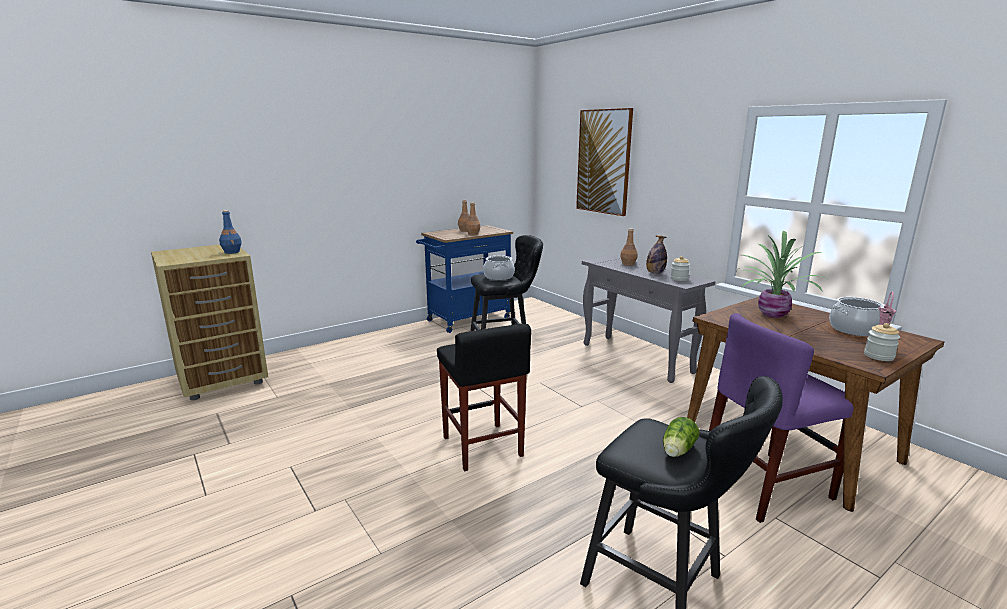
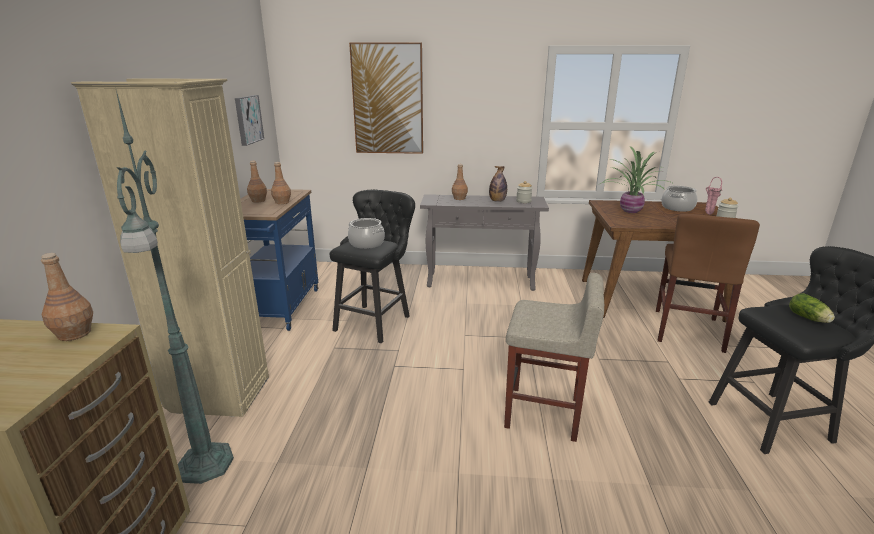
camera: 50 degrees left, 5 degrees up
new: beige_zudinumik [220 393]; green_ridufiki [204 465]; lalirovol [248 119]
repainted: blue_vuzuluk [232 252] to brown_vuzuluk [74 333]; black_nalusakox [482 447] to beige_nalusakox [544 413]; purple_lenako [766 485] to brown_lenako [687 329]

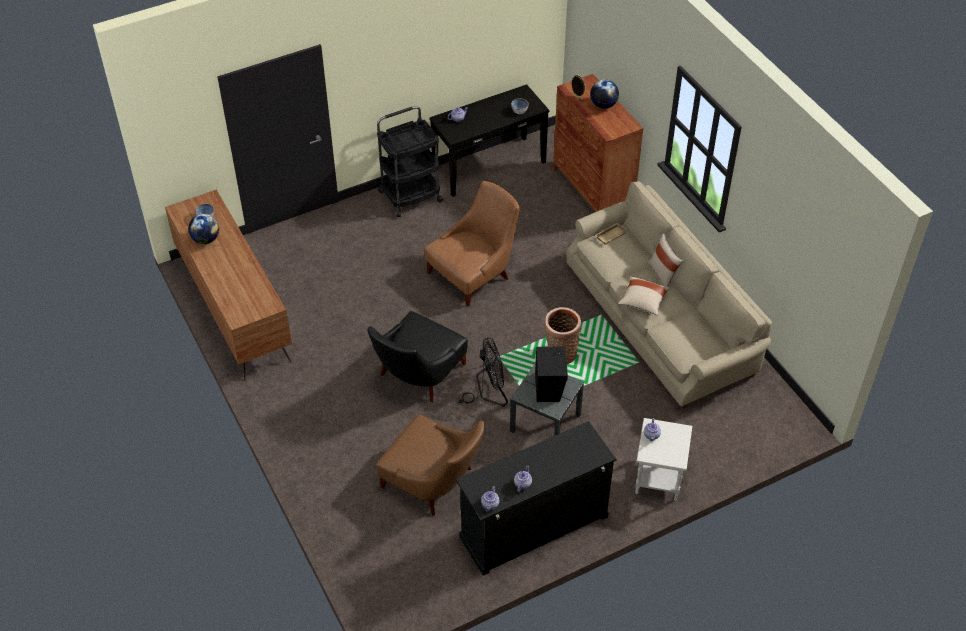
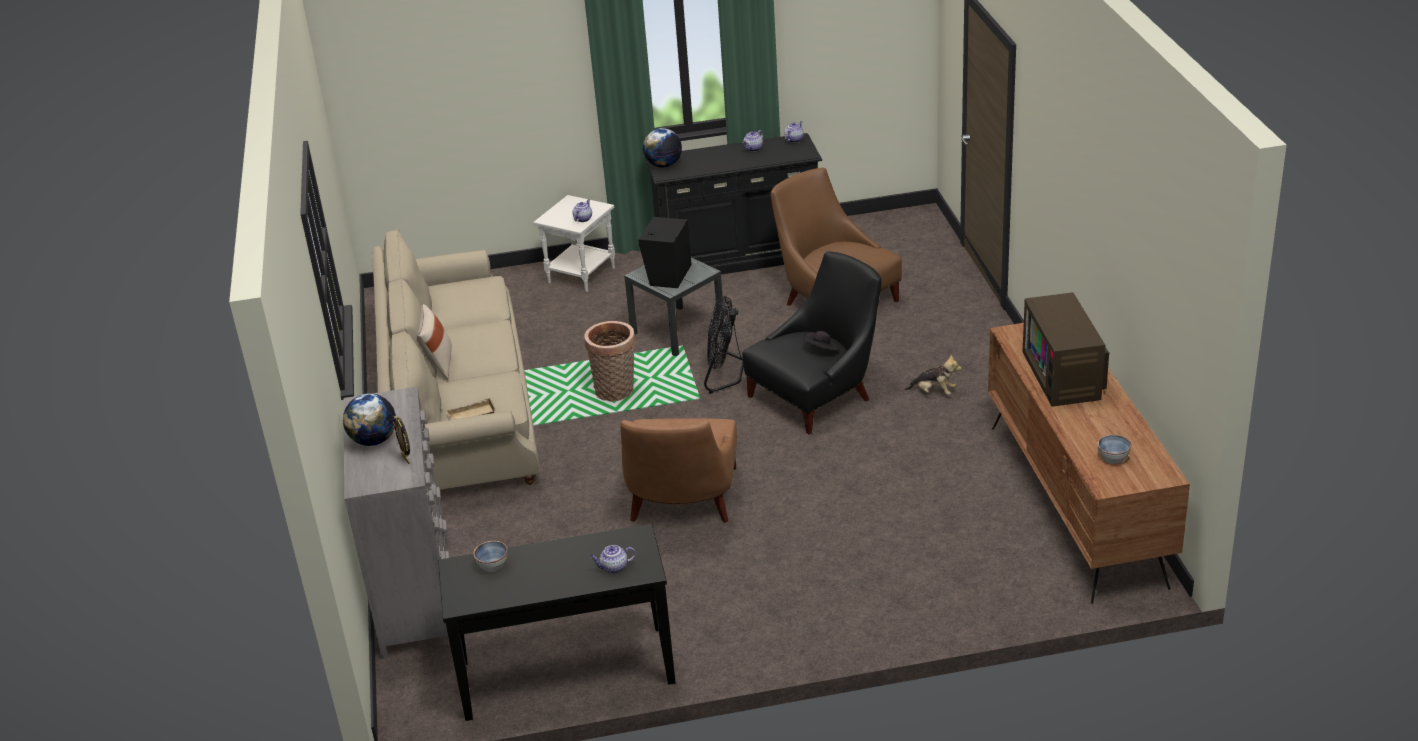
camera: 160 degrees left, 15 degrees down
gone: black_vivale [411 196]; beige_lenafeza [642 301]
new: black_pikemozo [821 350]; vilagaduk [934 392]; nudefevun [1064 375]
shifted: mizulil [206 239] to [663 165]
repainted: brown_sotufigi [592 190] to grey_sotufigi [416 597]
rotated: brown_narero [474 272] = [682 502] 60 degrees counterclockwise

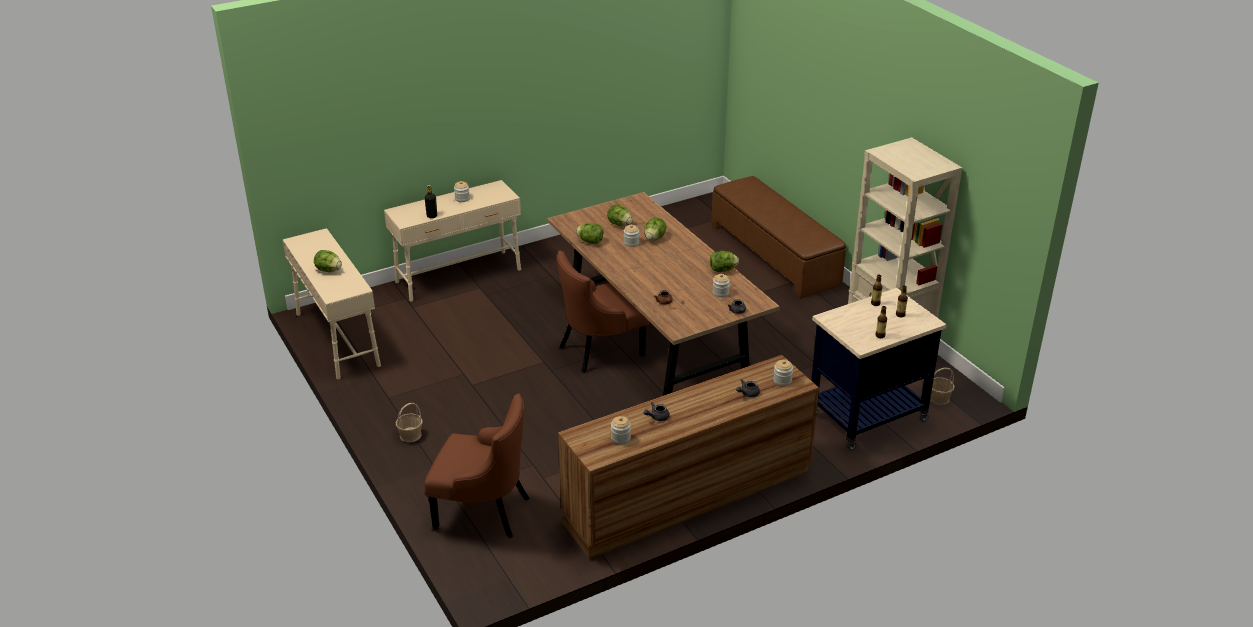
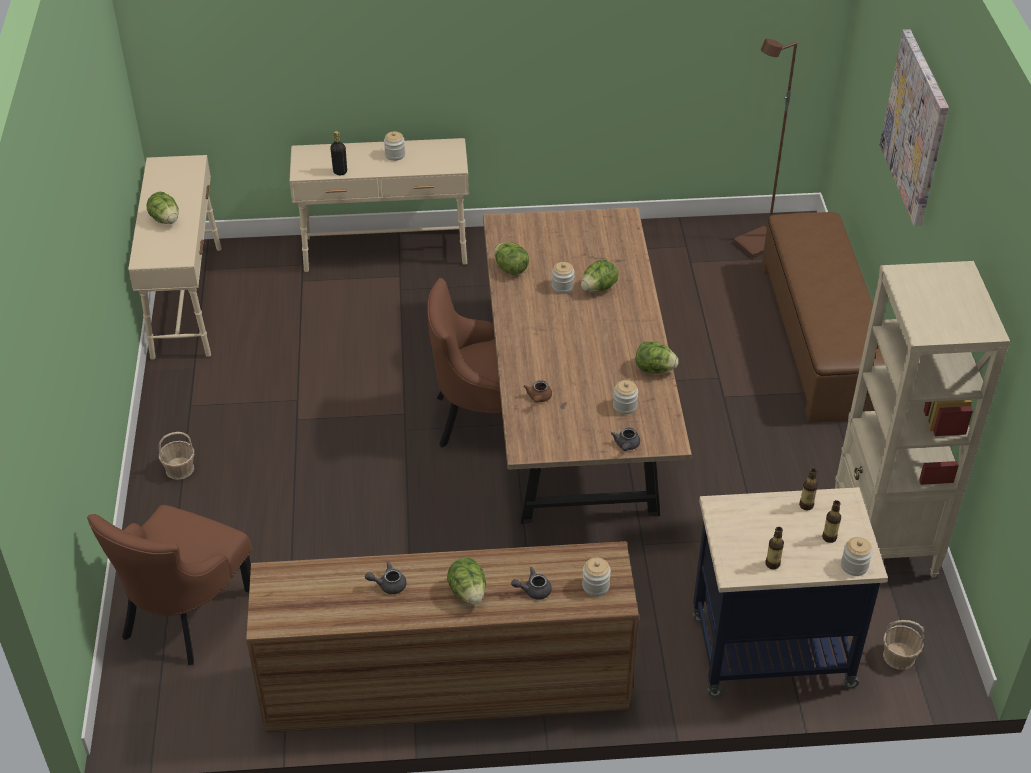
camera: 25 degrees right, 10 degrees up
new: brown_ridufiki [757 245]; lalirovol [916 127]
shifted: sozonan [619 224] to [468 592]; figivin [620 438] to [854 565]
rotated: brown_lenako [481 511] = [187 611] 75 degrees clockwise

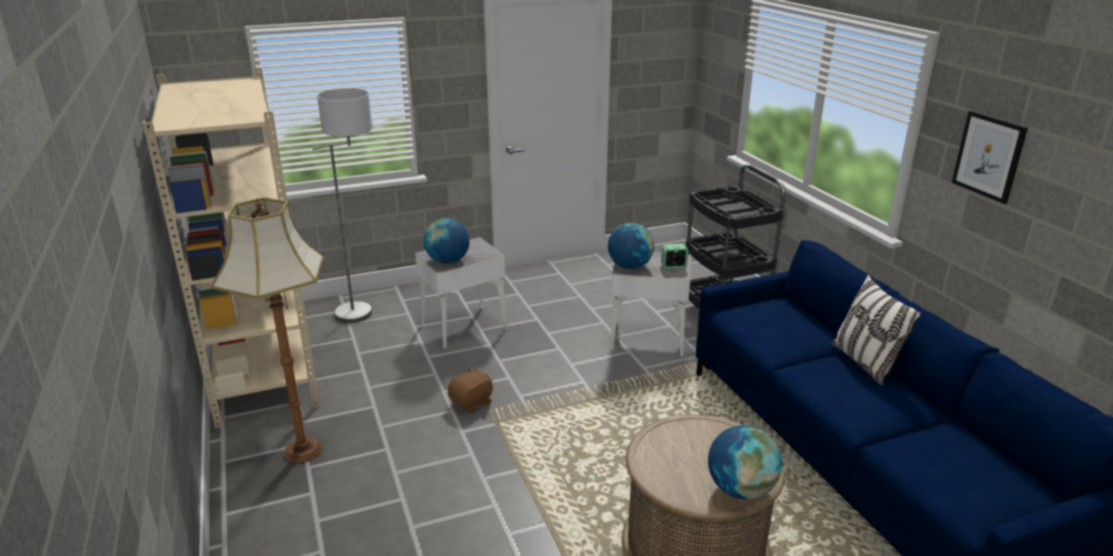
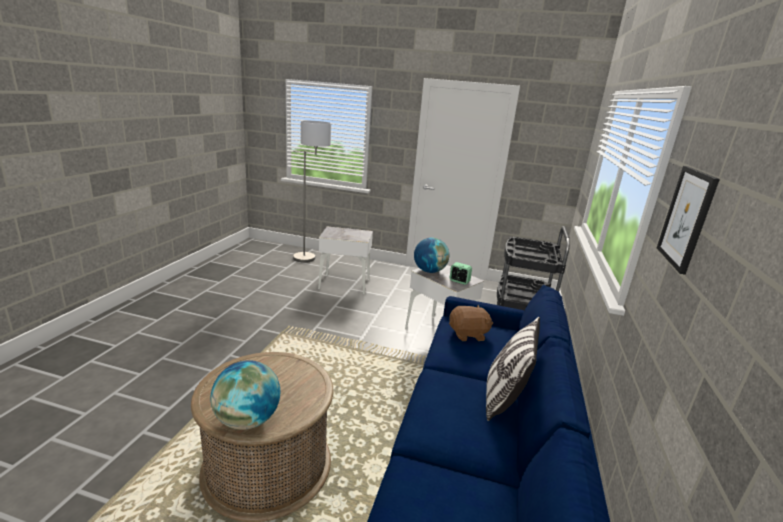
camera: 35 degrees right, 5 degrees down
gone: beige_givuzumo [263 367]; ridufiki [301 451]; mizulil [447 261]
shifted: brown_vilagaduk [472 402] to [468 334]

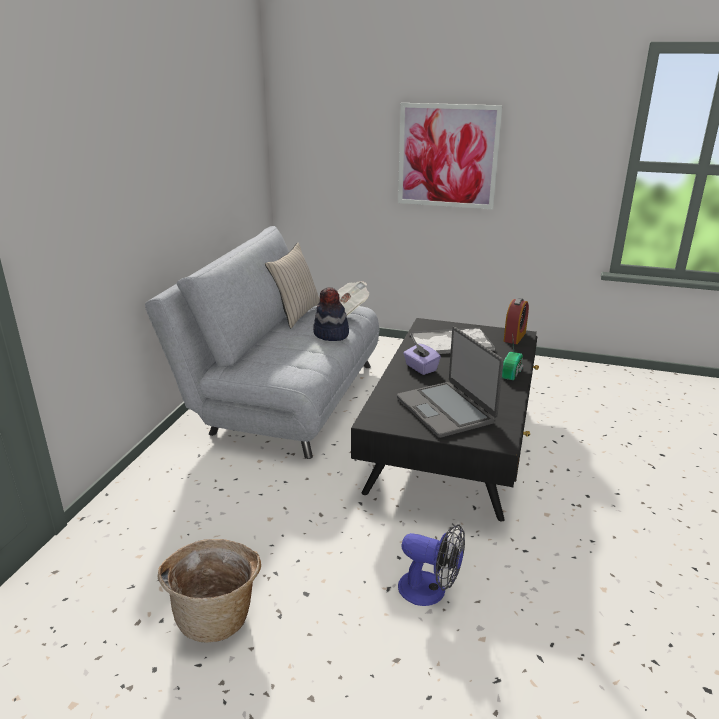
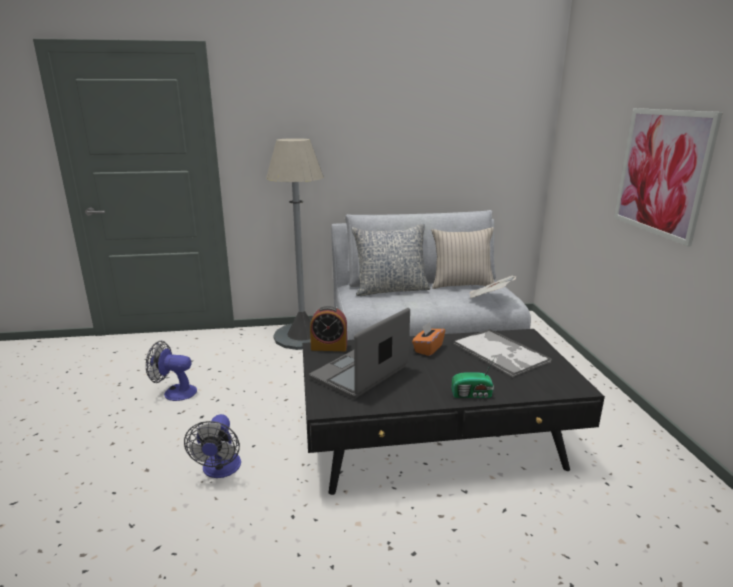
camera: 65 degrees right, 5 degrees down
gone: pikemozo [331 334]
new: grey_ridufiki [302 336]; lenafeza [390 290]
shifted: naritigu [514 337] to [329 347]
swapped: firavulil [217 615] to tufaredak [174 392]
repainted: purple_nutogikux [420 368] to orange_nutogikux [428 349]

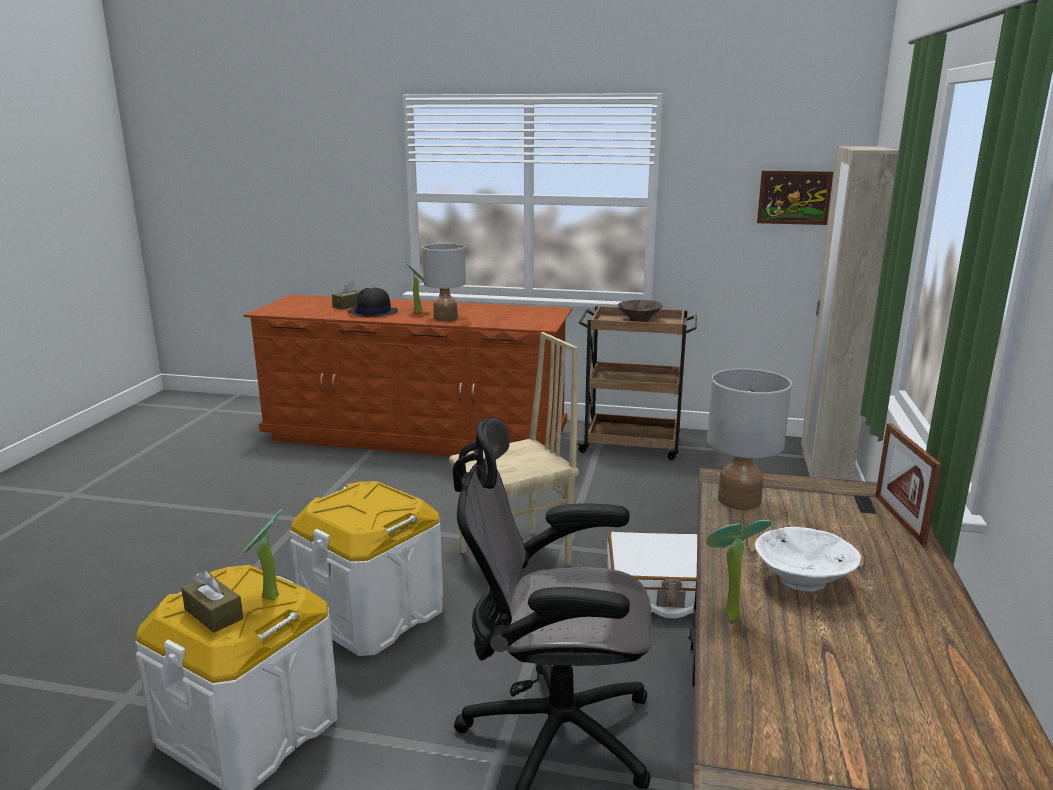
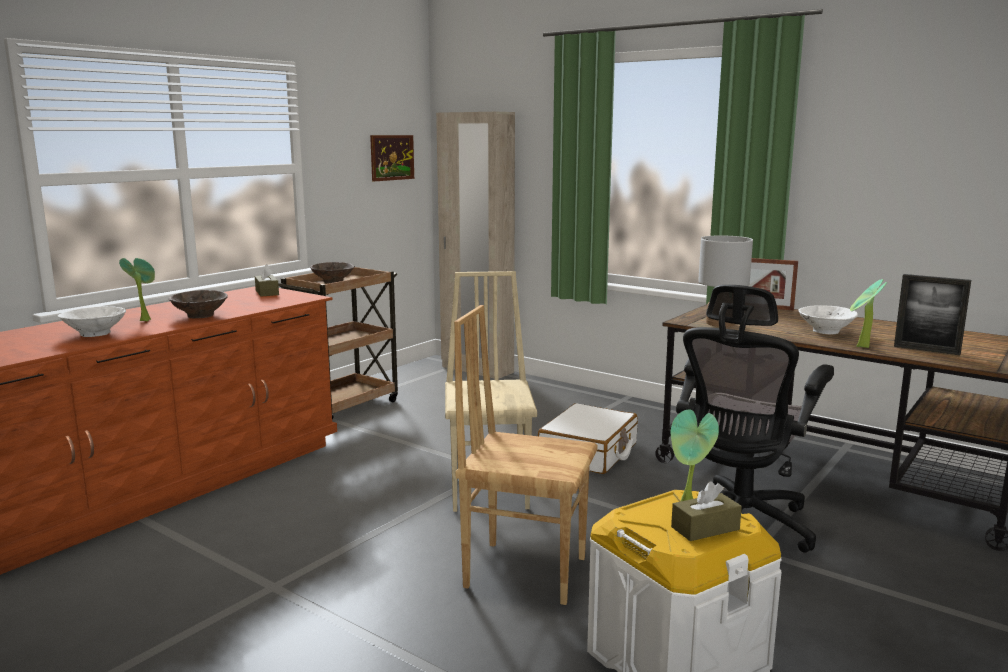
camera: 65 degrees left, 5 degrees down
new: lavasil [926 350]
shifted: brown_nutogikux [349 305] to [267 292]
swapped: black_pikemozo [372 312] to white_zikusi [95 334]; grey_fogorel [445 318] to brown_zikusi [200 315]; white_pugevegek [373 613] to brown_lenako [525 571]

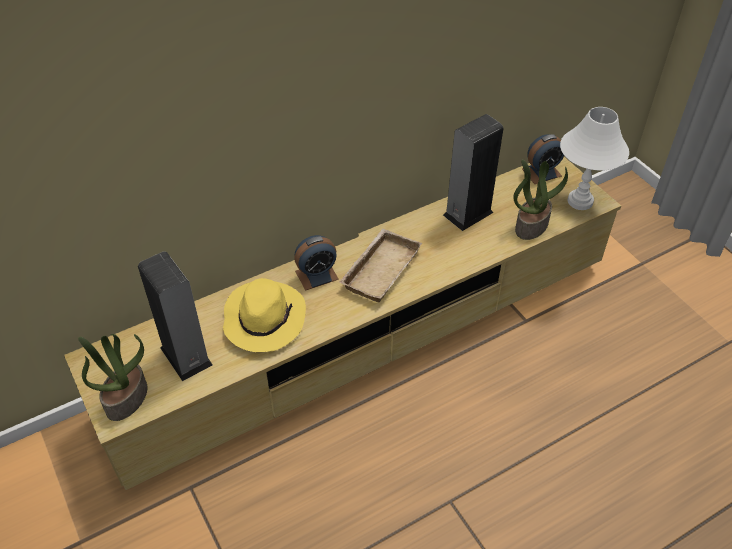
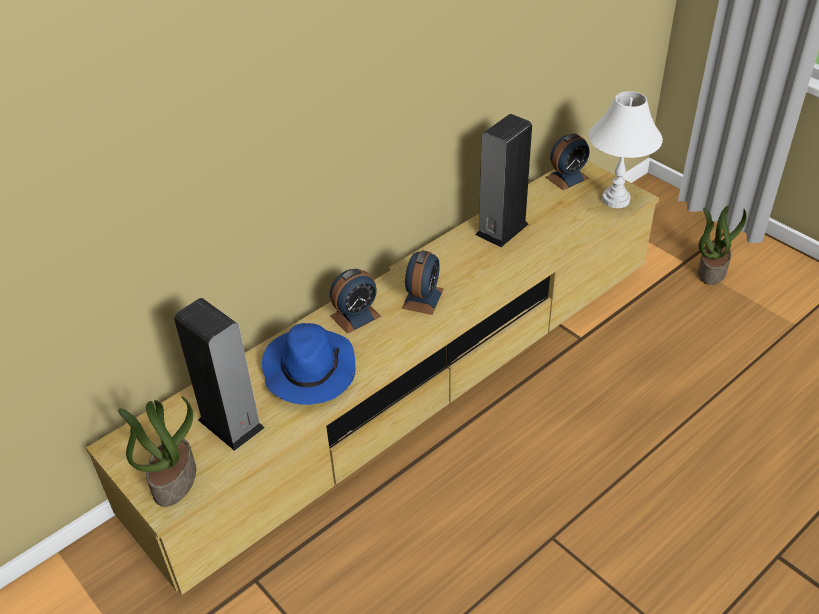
camera: 10 degrees left, 5 degrees down
shifted: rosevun [531 225] to [711 270]
swapped: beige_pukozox [379 268] to naritigu [423 298]
repainted: yellow_pikemozo [264 318] to blue_pikemozo [309 369]

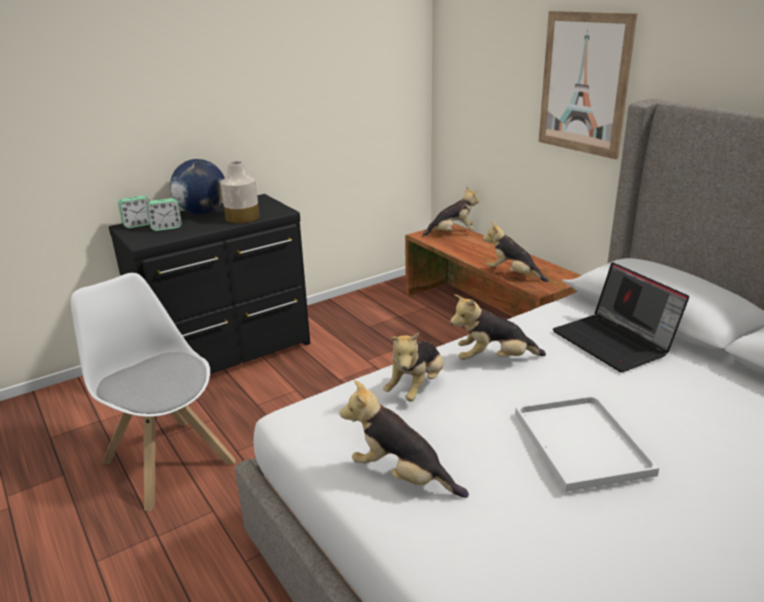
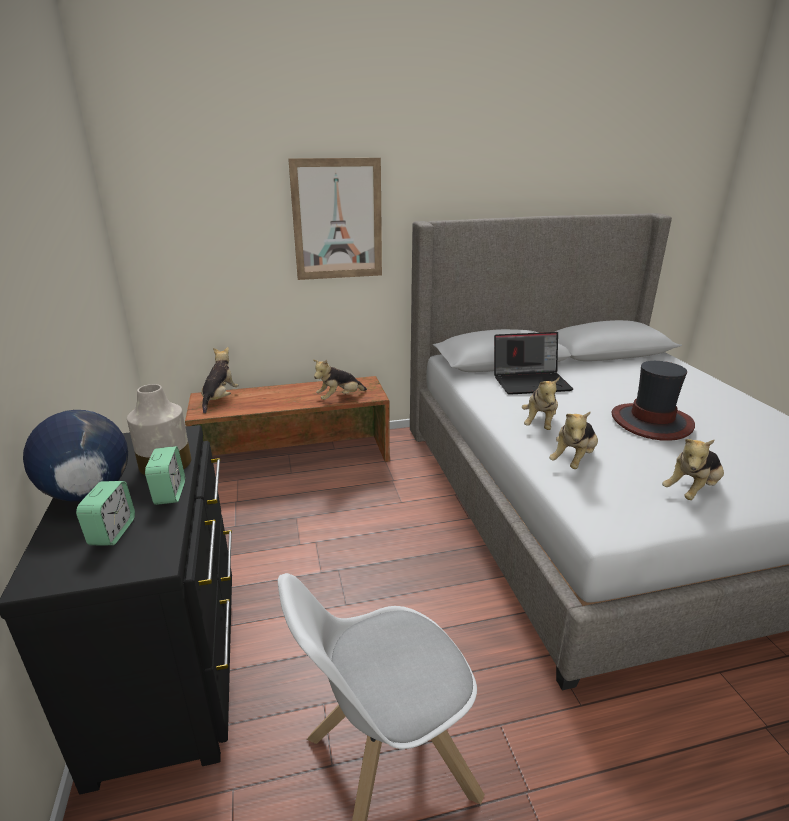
camera: 70 degrees left, 0 degrees up
shifted: naritigu [139 224] to [170 493]
swapped: white_pukozox [578 441] to pikemozo [651 422]
rotated: vilagaduk [416 388] = [573 460] 75 degrees clockwise

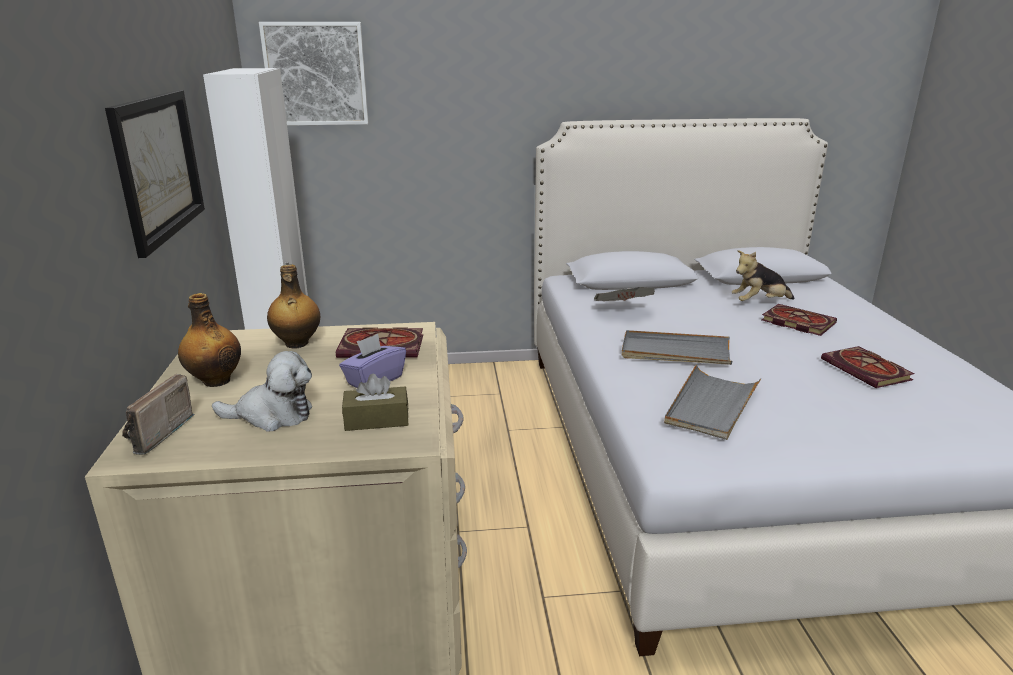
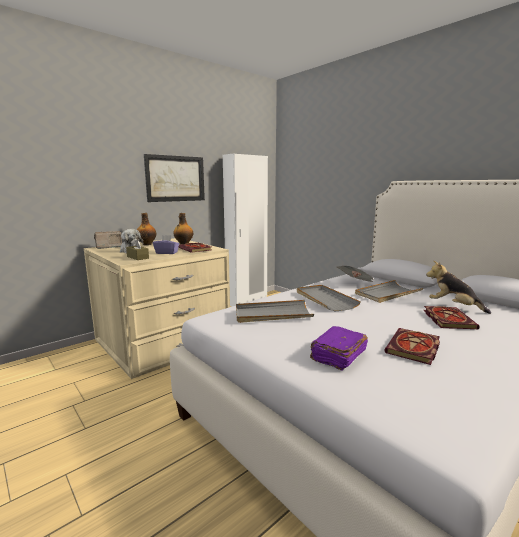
camera: 55 degrees right, 10 degrees down
gone: lalirovol [316 74]
new: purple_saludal [337 356]; grey_pukozox [387 293]

